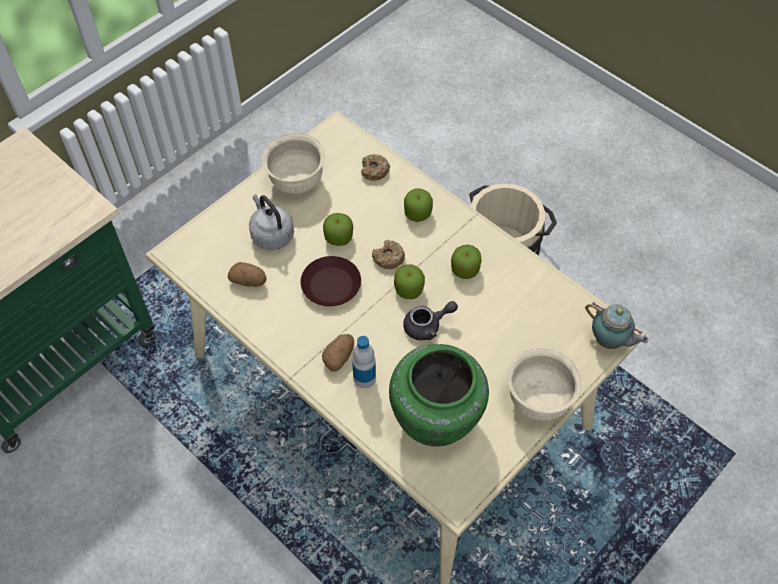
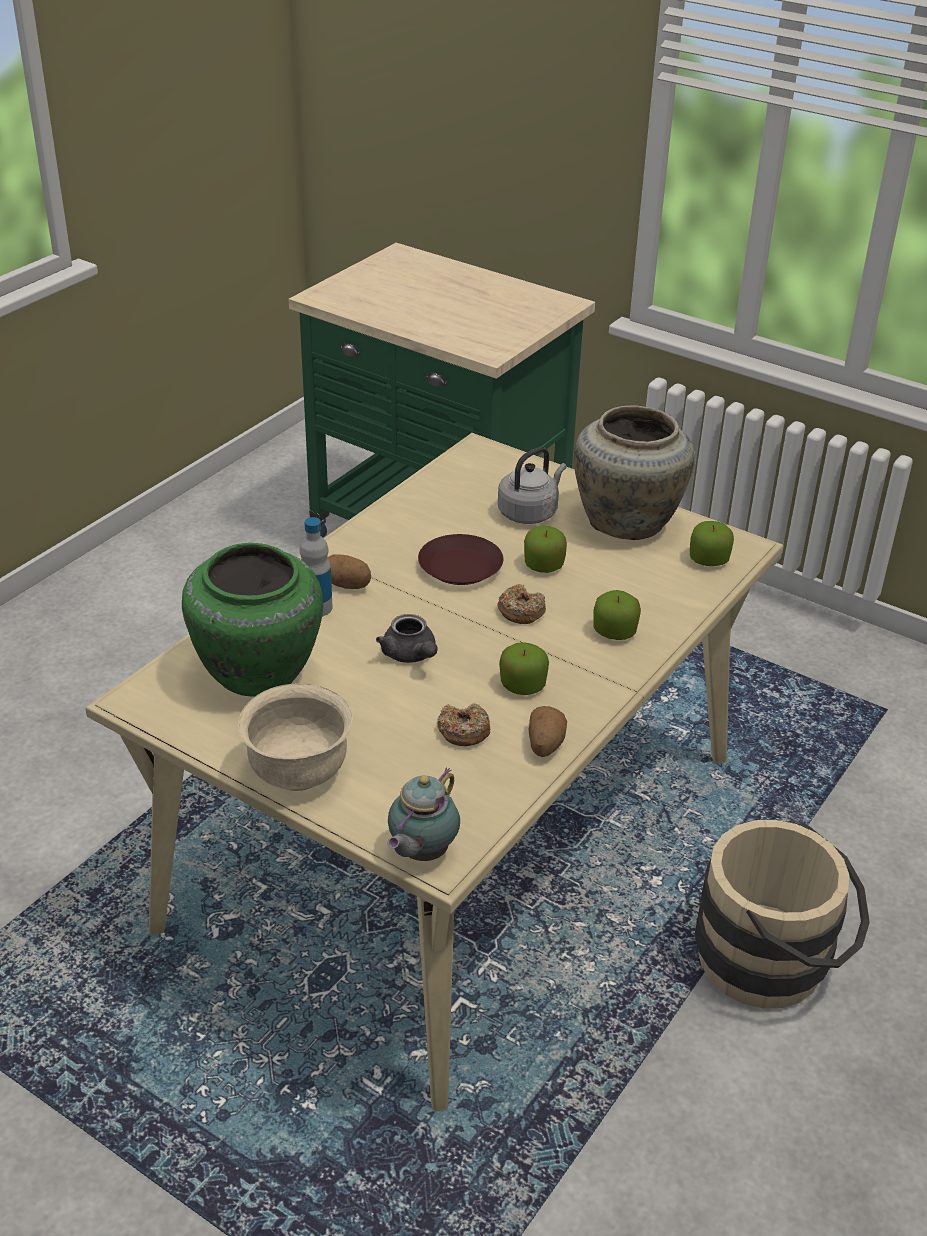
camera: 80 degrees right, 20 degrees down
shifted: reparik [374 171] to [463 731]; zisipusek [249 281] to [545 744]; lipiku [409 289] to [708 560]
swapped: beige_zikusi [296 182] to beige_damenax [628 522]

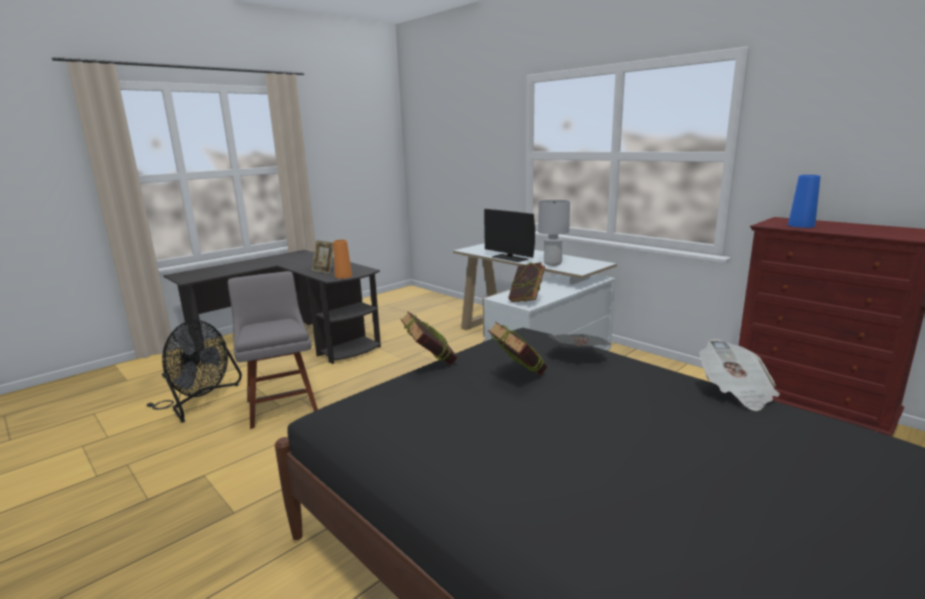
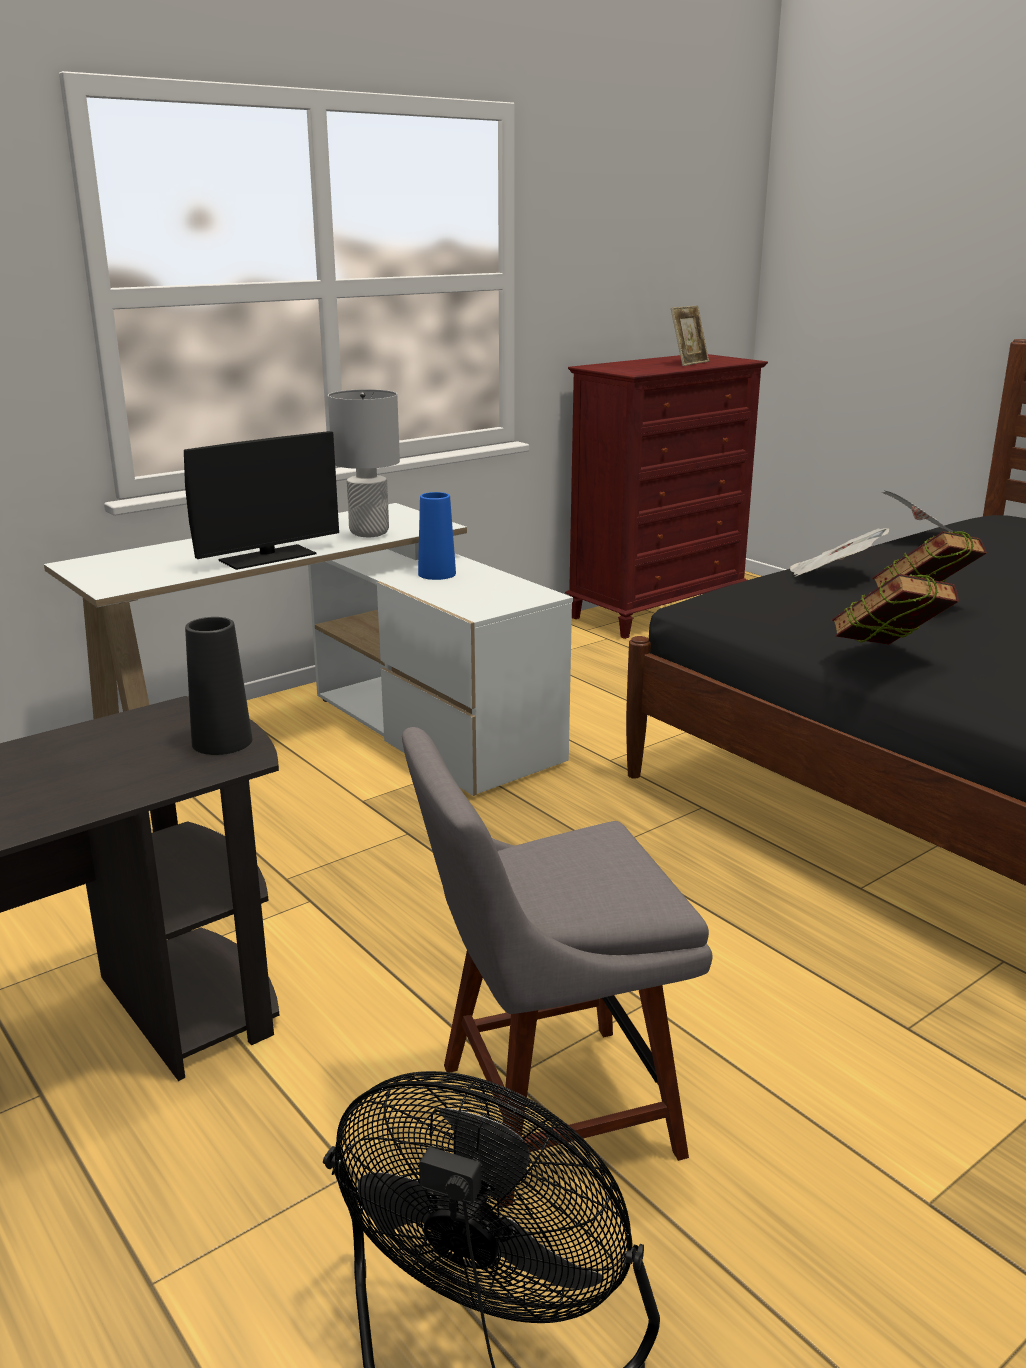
camera: 85 degrees left, 5 degrees up
gone: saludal [526 301]
shifted: blue_damenax [801 225] to [437 574]; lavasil [324 271] to [688 363]
repainted: orange_damenax [343 276] to black_damenax [222 742]

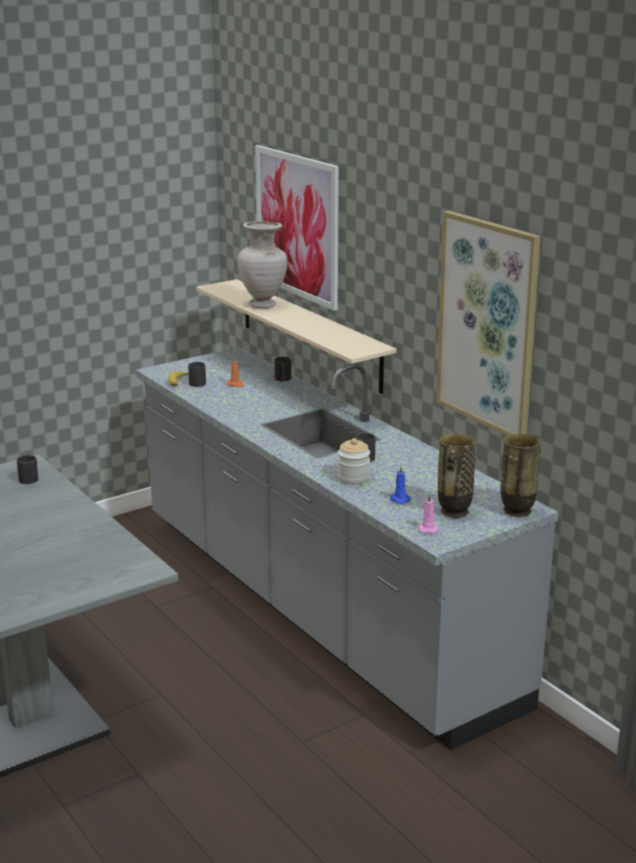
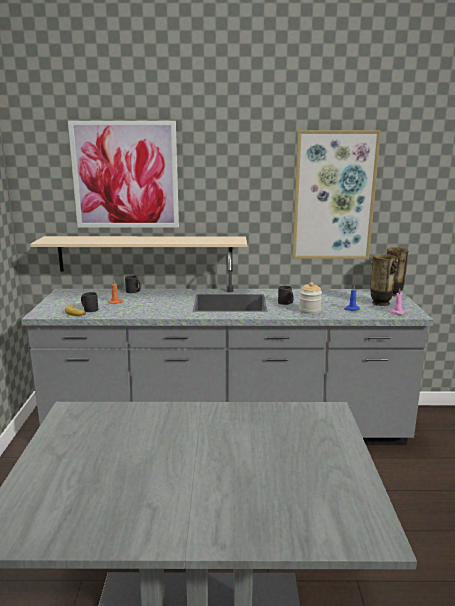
camera: 55 degrees left, 5 degrees down
gone: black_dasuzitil [30 478]; beige_damenax [263 305]

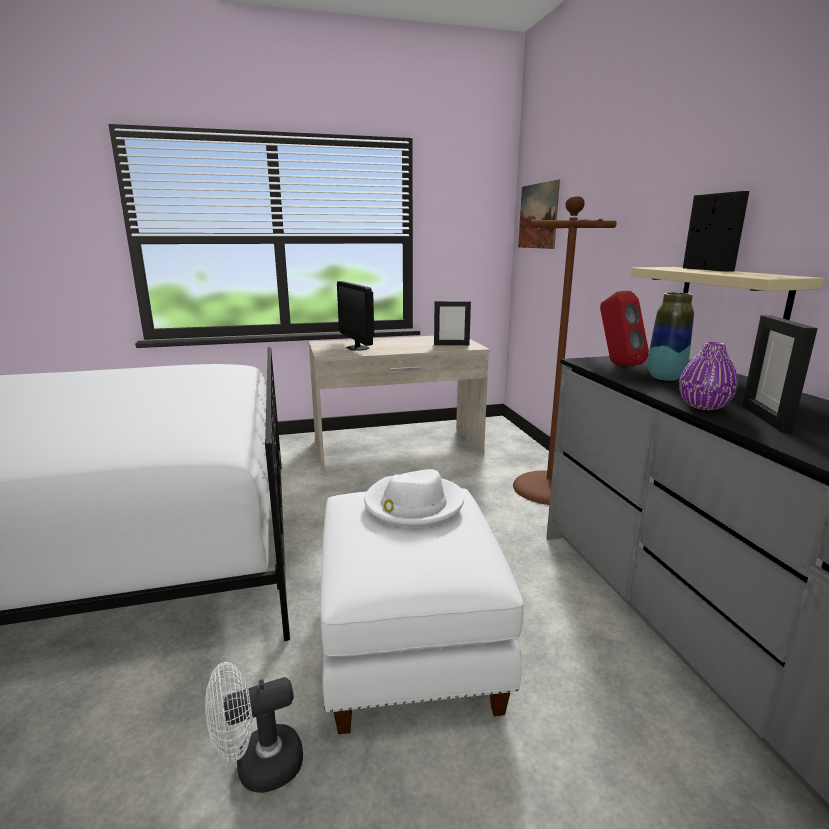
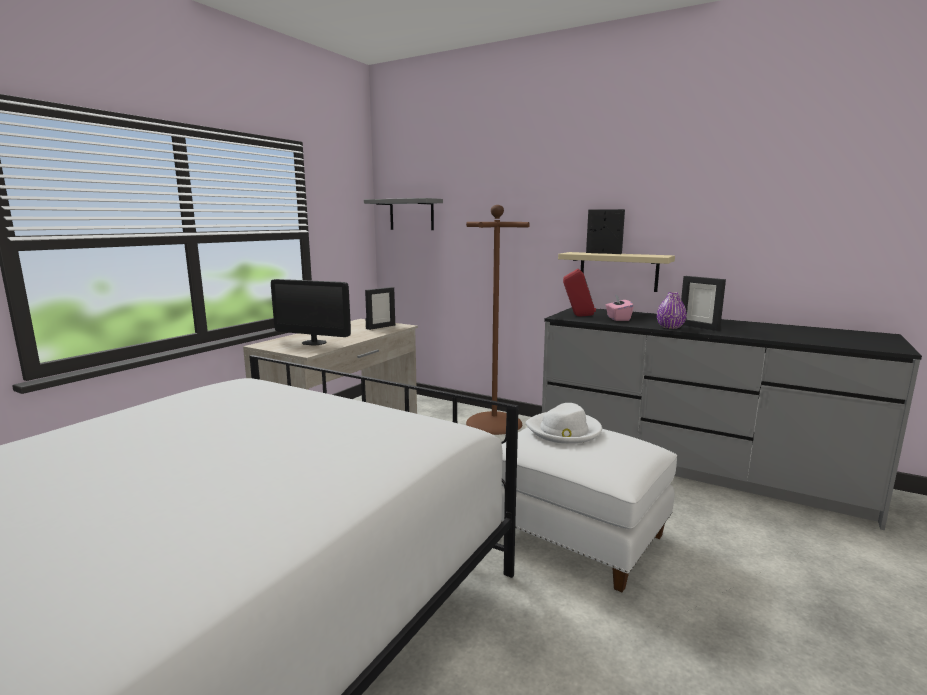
camera: 45 degrees left, 5 degrees down
gone: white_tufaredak [258 767]
swapped: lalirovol [538 216] to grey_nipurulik [411 214]; damenax [665 378] to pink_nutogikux [618 318]

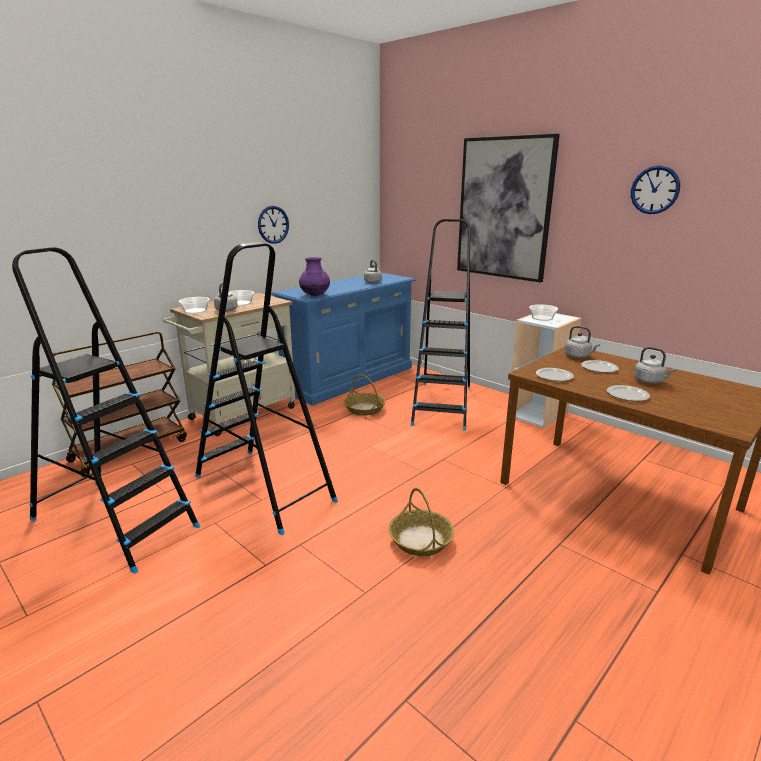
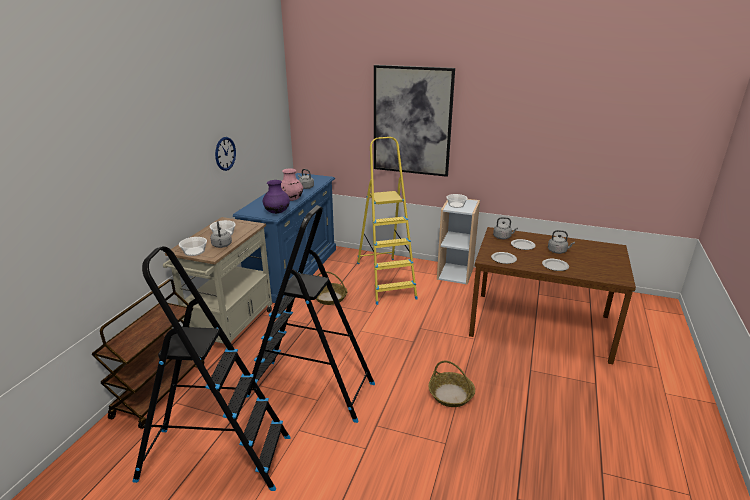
camera: 25 degrees left, 5 degrees up
gone: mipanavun [655 190]
new: pink_damenax [291 200]
repainted: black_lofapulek [442 404] to yellow_lofapulek [385 280]

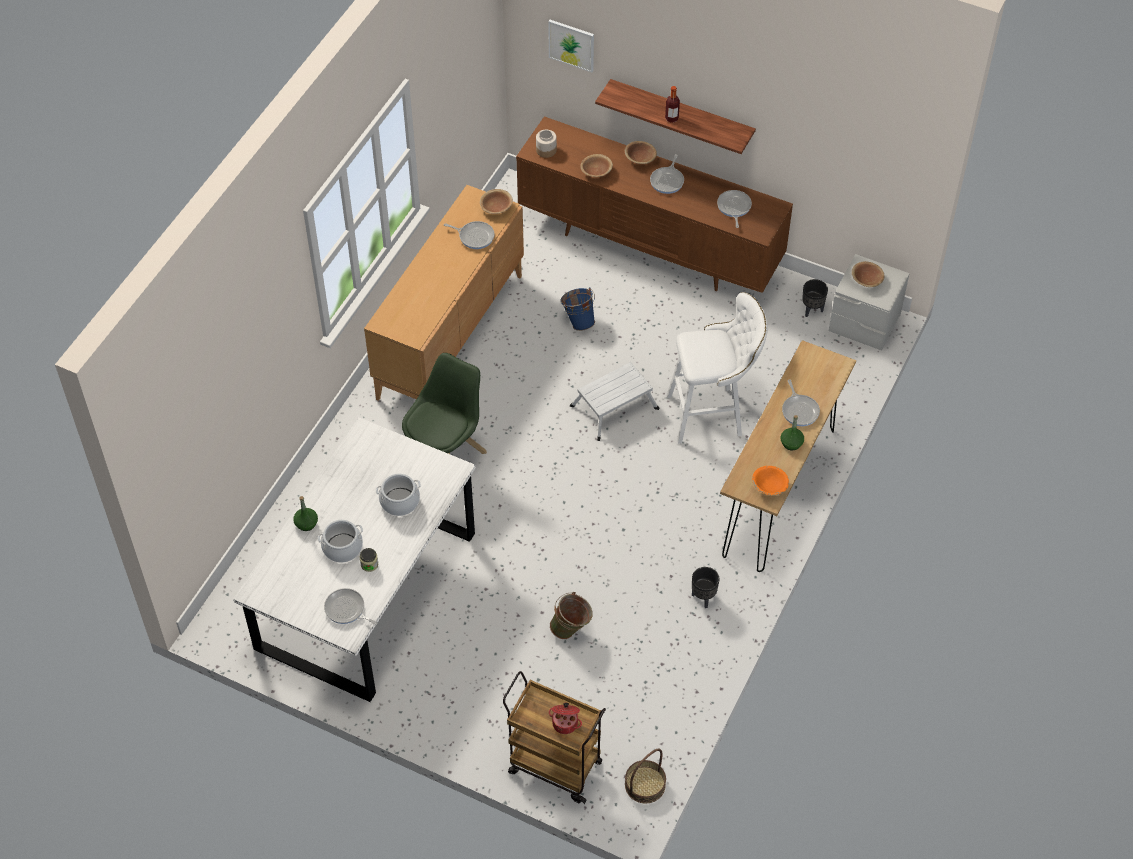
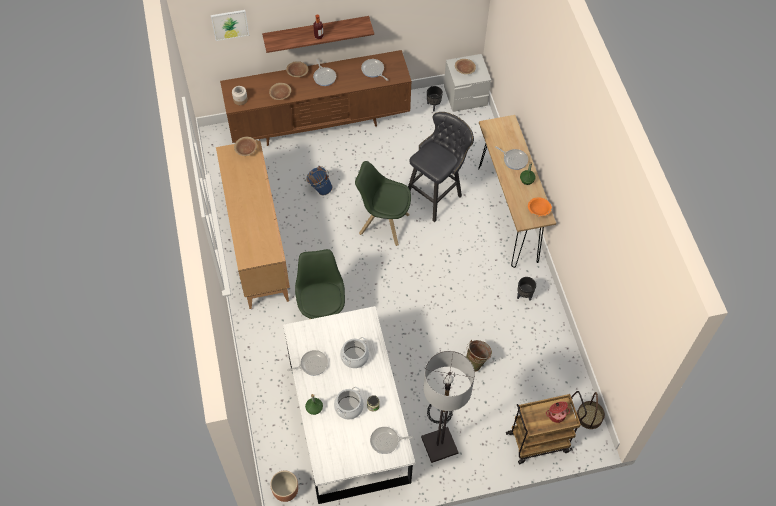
camera: 40 degrees left, 5 degrees up
new: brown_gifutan [286 491]; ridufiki [439 435]
shifted: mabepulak [474 236] to [312 364]
swapped: white_lofapulek [614 407] to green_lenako [383 224]
repainted: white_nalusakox [714 413] to black_nalusakox [437 193]

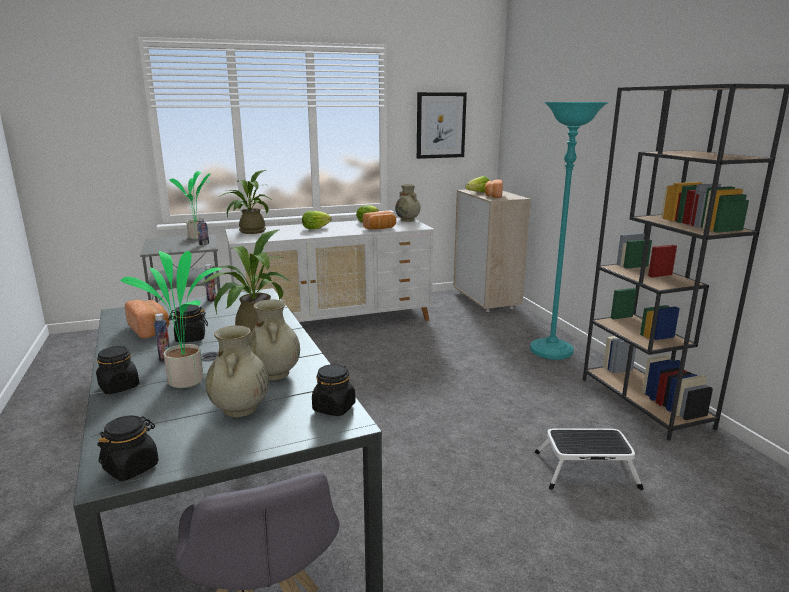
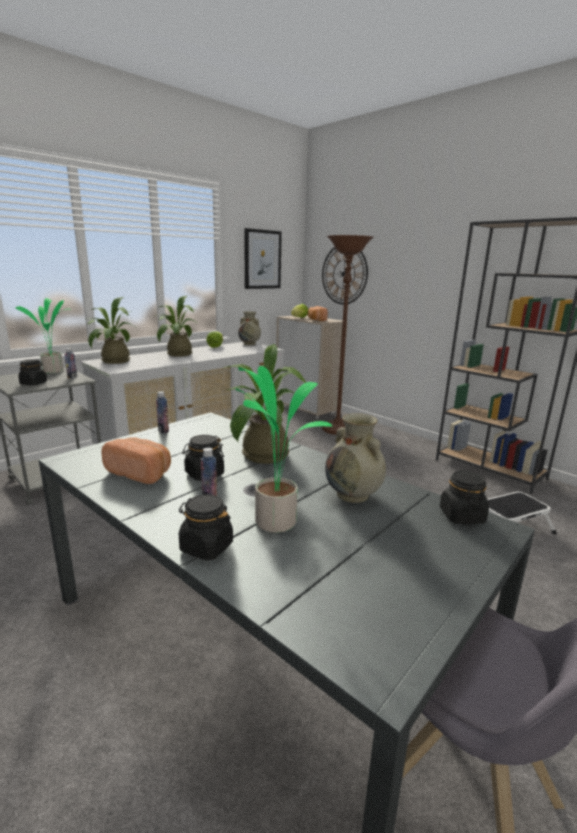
camera: 25 degrees left, 0 degrees up
gone: beige_damenax [240 409]; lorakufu [380 228]; turquoise_ridufiki [551 351]
new: brown_ridufiki [337 429]; mipanavun [344 274]
shifted: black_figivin [131 467] to [34 383]
swapped: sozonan [315 228] to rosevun [177 355]

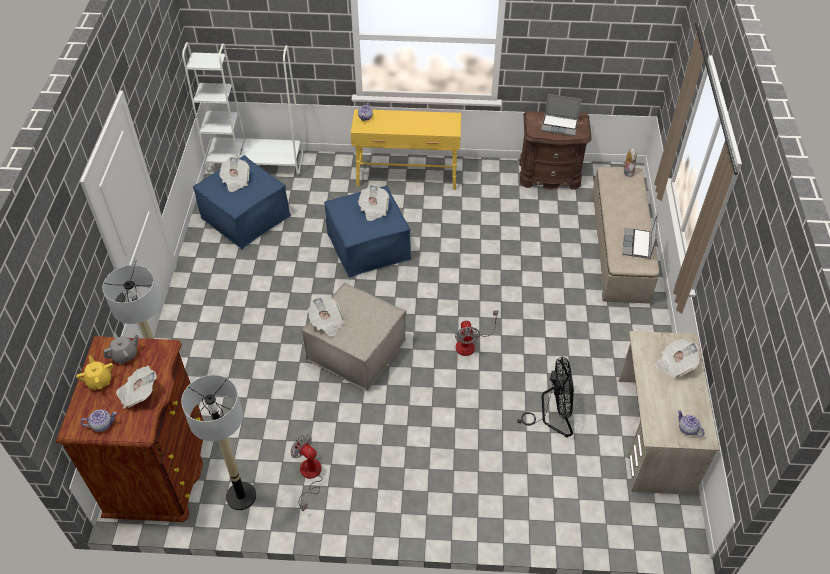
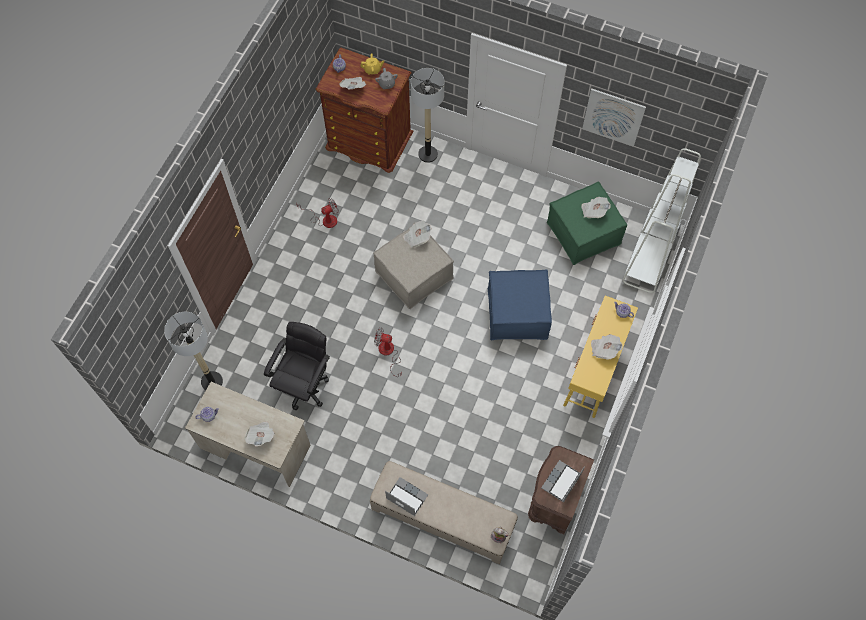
camera: 110 degrees right, 15 degrees up
new: lalirovol [613 117]
shifted: ridufiki [241 496] to [212 382]; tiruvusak [373 209] to [604 349]
swapped: black_tufaredak [552 411] to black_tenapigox [306 385]
repainted: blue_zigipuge [246 217] to green_zigipuge [583 233]

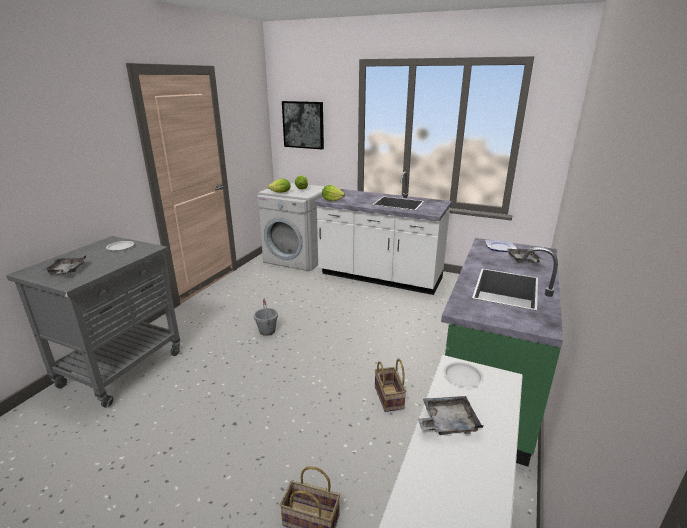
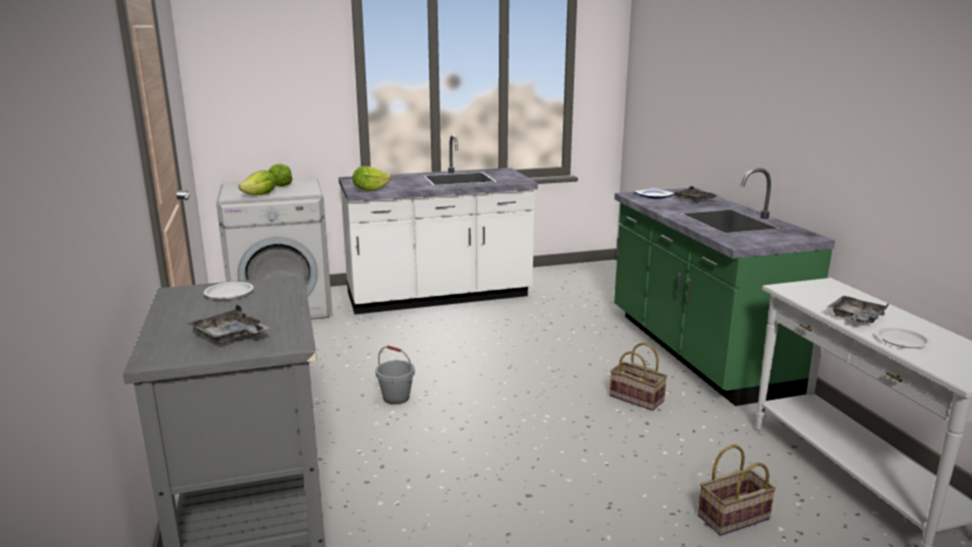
camera: 40 degrees left, 5 degrees down
gone: lalirovol [303 125]
shifted: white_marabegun [463 377] to [902 341]

